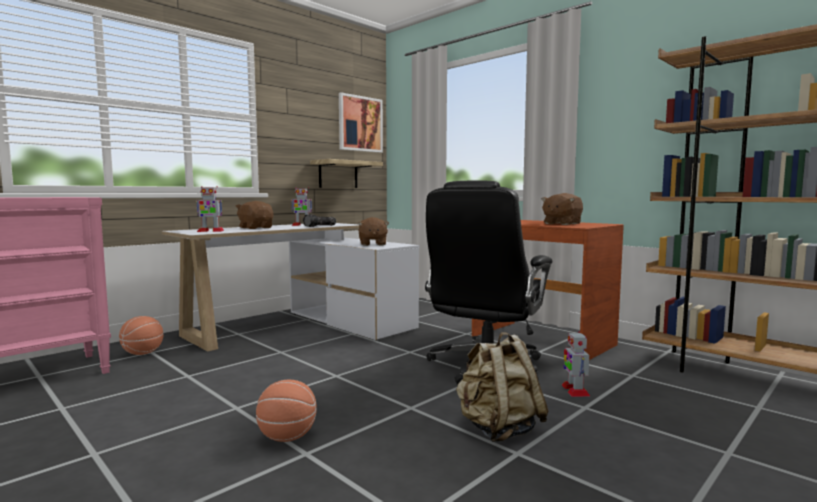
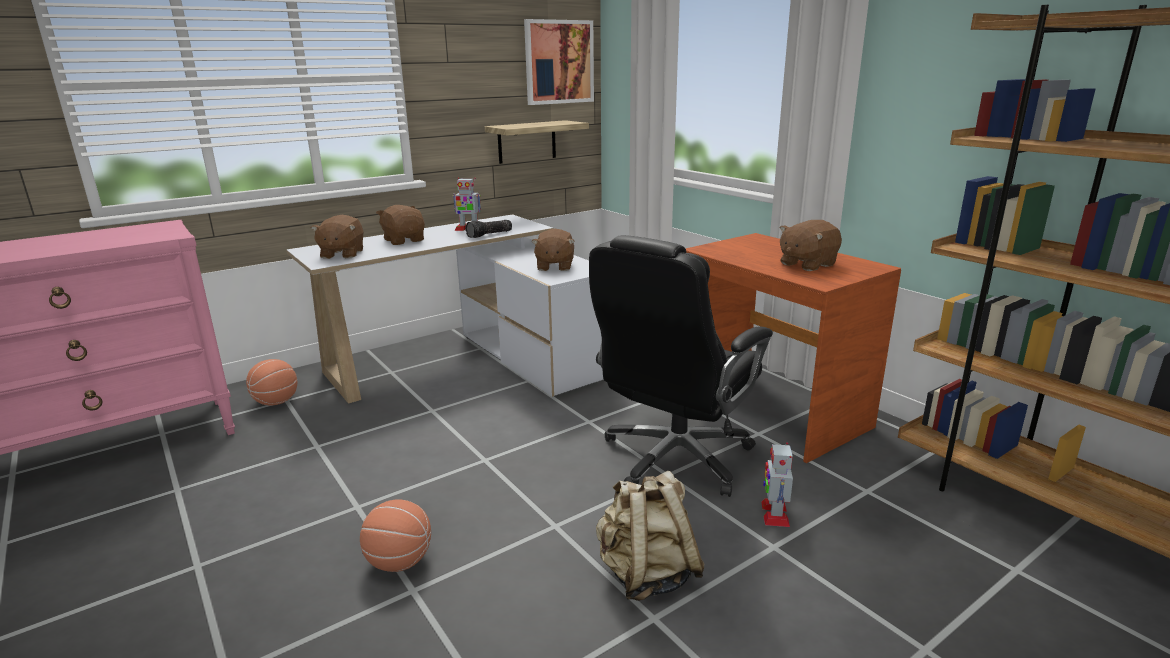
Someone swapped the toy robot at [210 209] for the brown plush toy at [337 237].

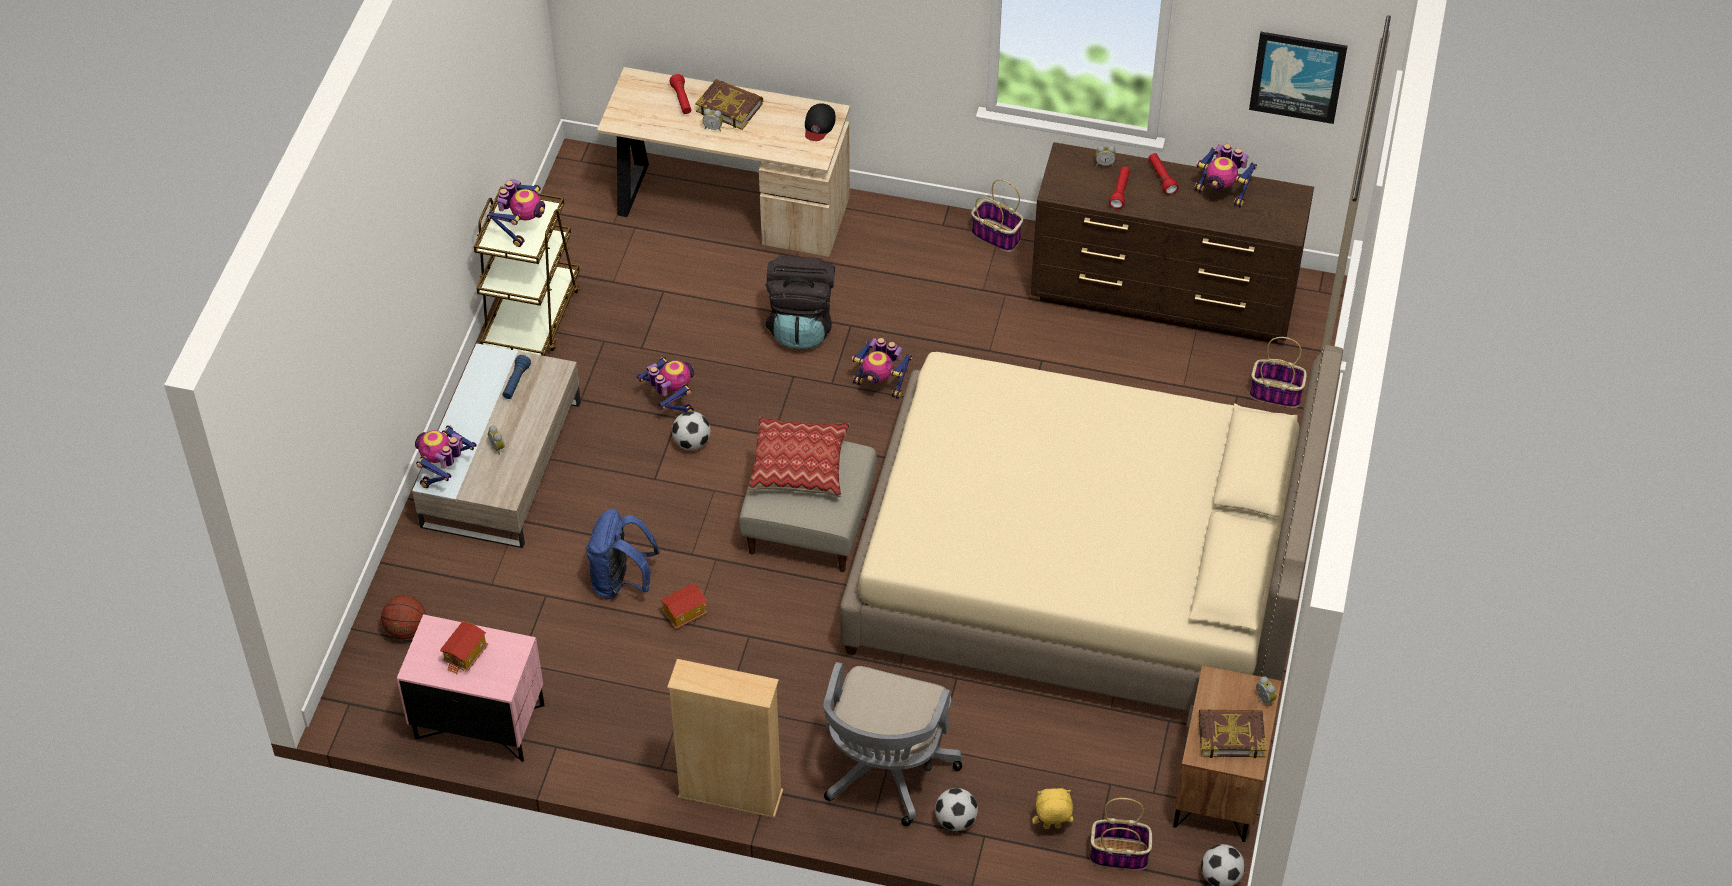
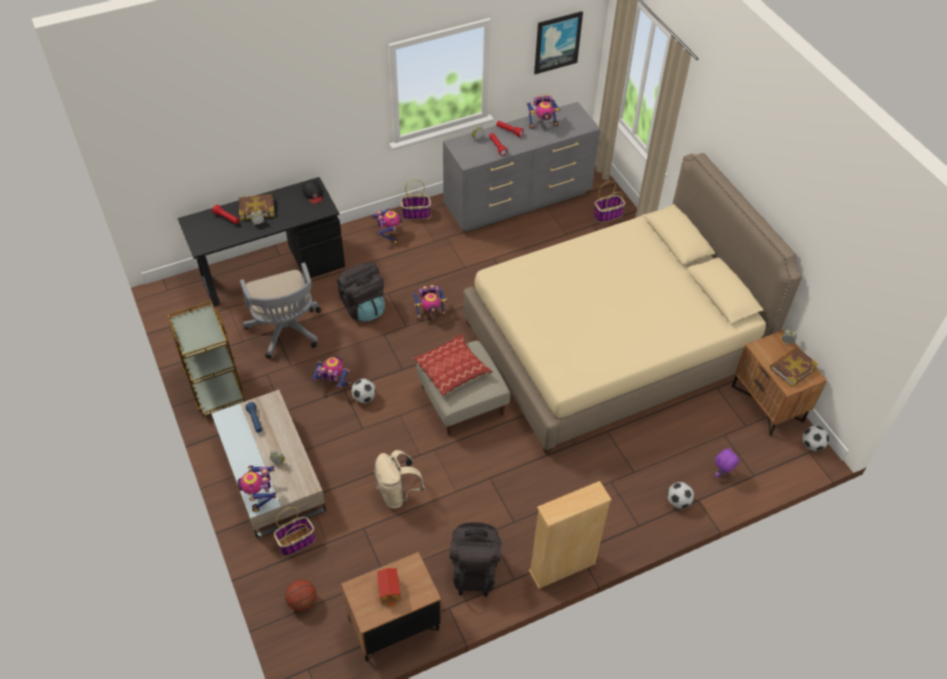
Someone took away the toy house at [684 606].
Someone put down the black backpack at [476 559].
Someone carried the toy robot from [516 213] to [386 226].
Someone carried the grey office chair from [892 744] to [280 310].
Someone carried the basket from [1121 834] to [295 531].
Someone repainted the pink nightstand at [471 688], which became the brown nightstand at [391 607].
Someone repainted the blue backpack at [623 553], which became the beige backpack at [399 479].
Someone repainted the beige desk at [723 162], which became the black desk at [261 242].
Someone repainted the brown dresser at [1172 242], which became the grey dresser at [522 167].
Someone repainted the yellow plush toy at [1052 808], which became the purple plush toy at [727 462].

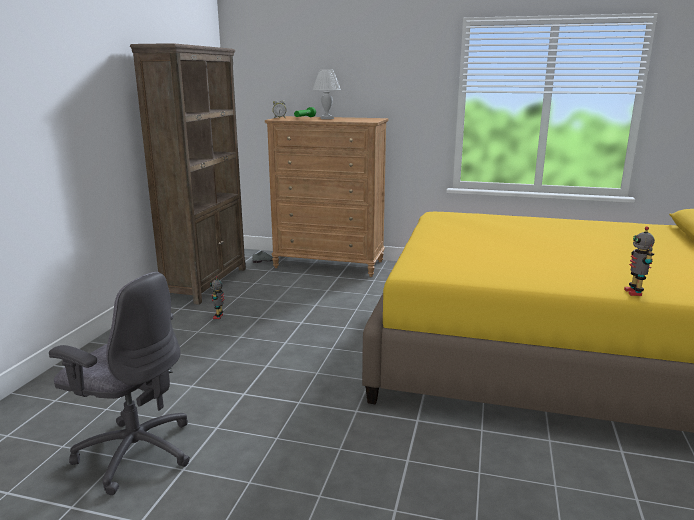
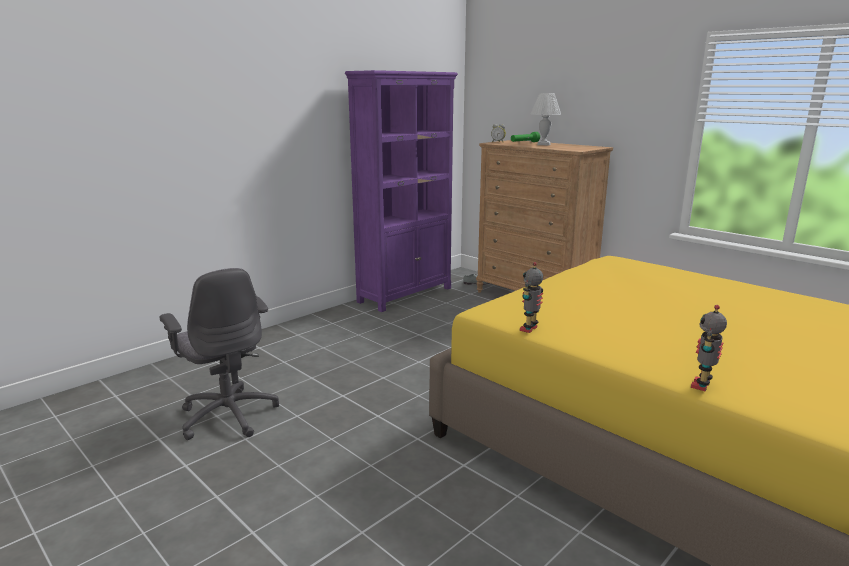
Someone carried the toy robot from [217 297] to [531 297].
Someone repainted the brown bookcase at [188 174], which became the purple bookcase at [401 191].

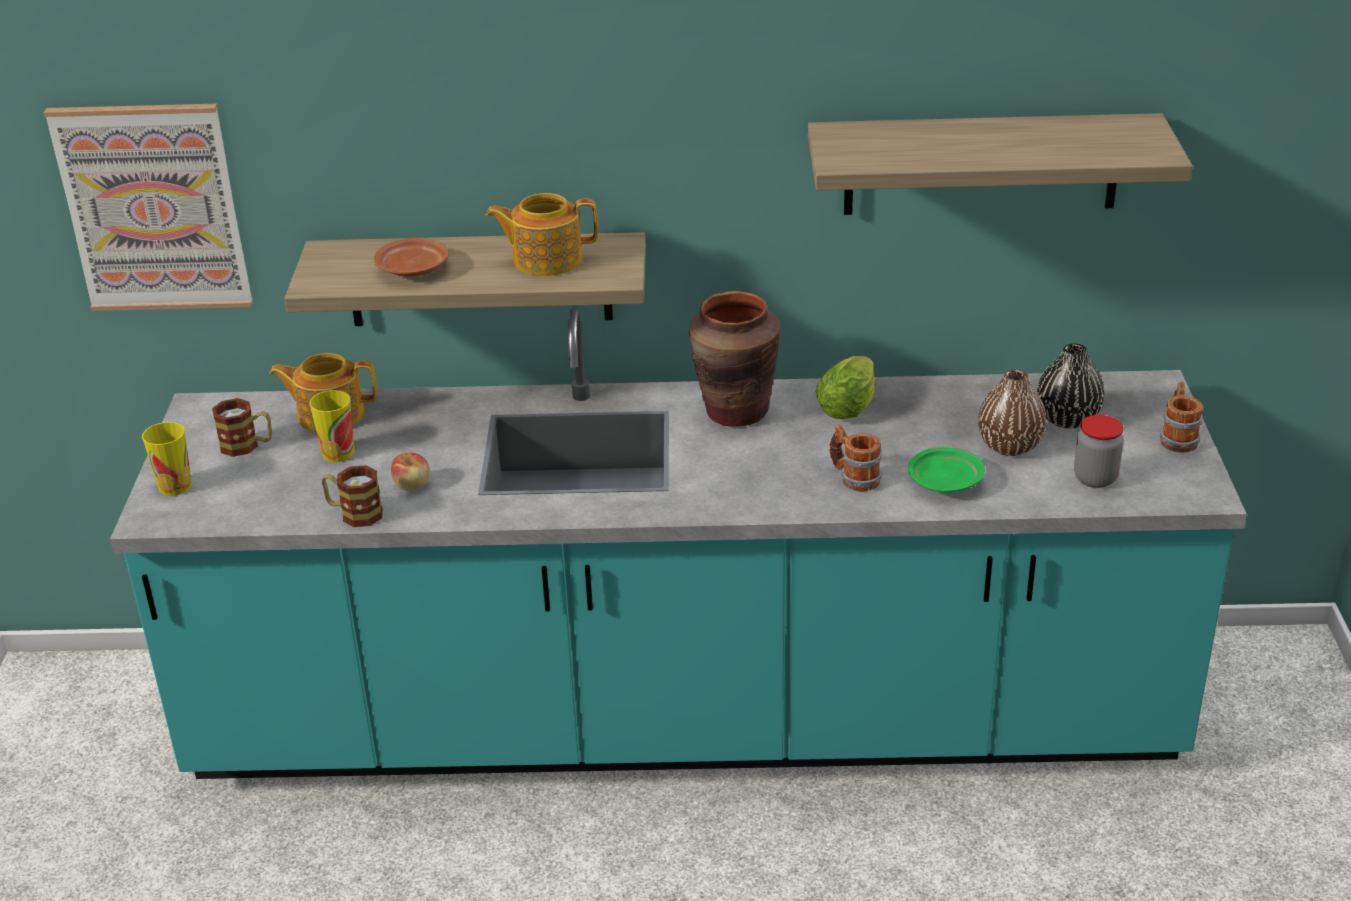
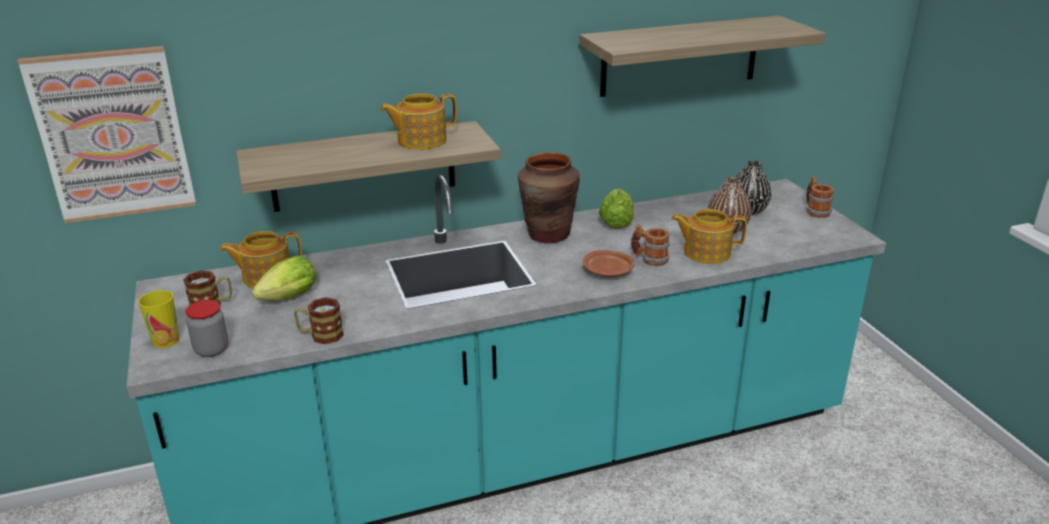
Someone took away the apple at [410 472].
Someone carried the brown plate from [411 257] to [608 263].
Someone carried the jar from [1099 451] to [206 328].
Someone swapped the cup at [331 426] for the lettuce at [284 278].
Someone swapped the green plate at [946 470] for the teapot at [709 236].

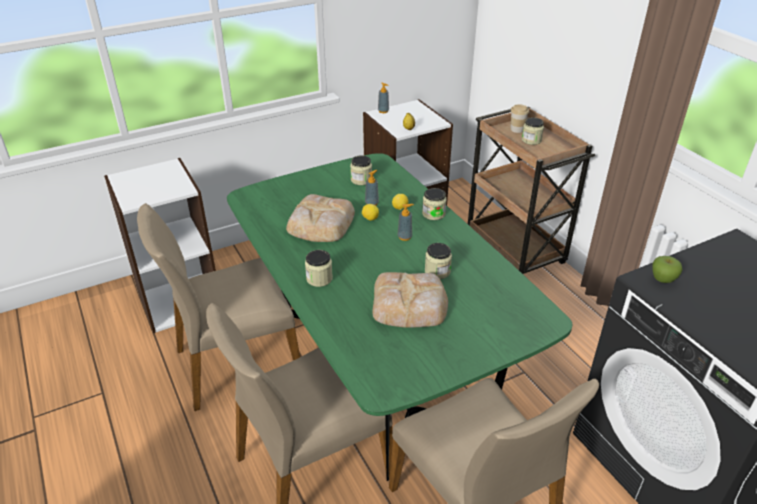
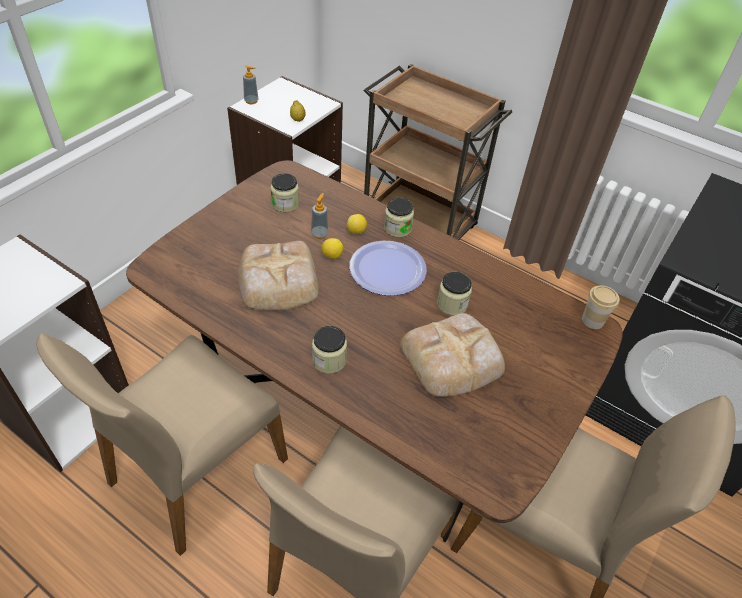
Someone took away the jar at [533 131].
Someone took away the apple at [667 269].
Someone carried the cup from [519 118] to [601 307].
Someone swapped the soap dispenser at [406 222] for the plate at [388 268].
Someone repainted the green dining table at [399 317], which became the brown dining table at [374 351].

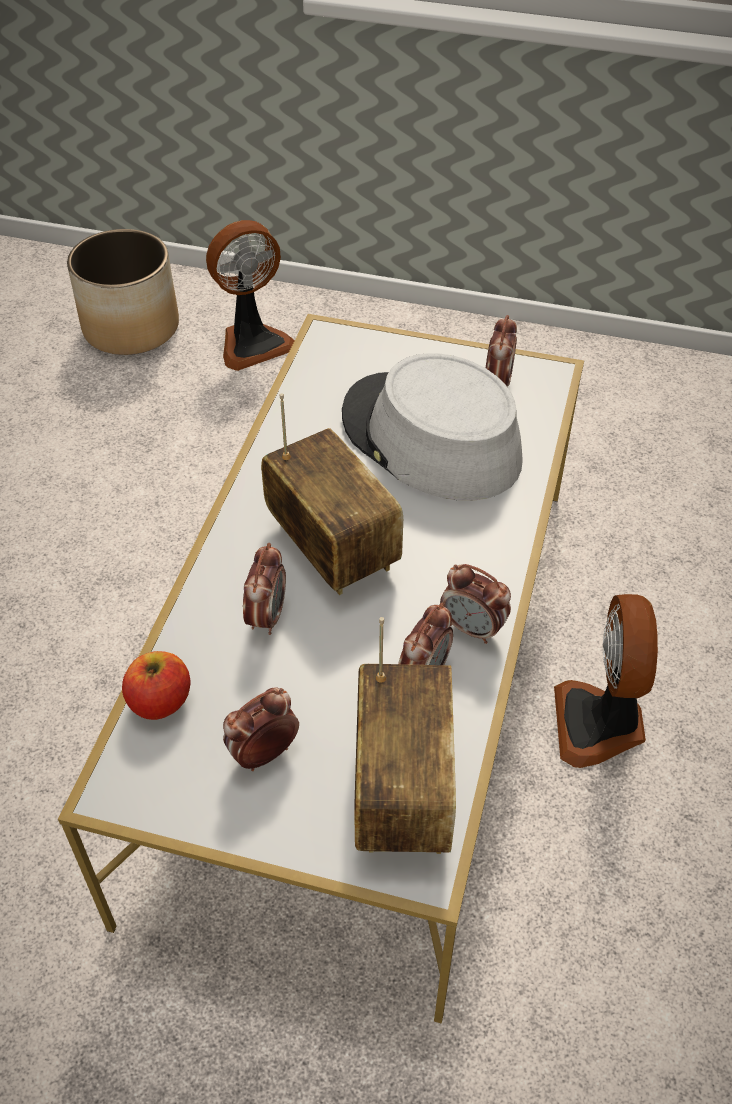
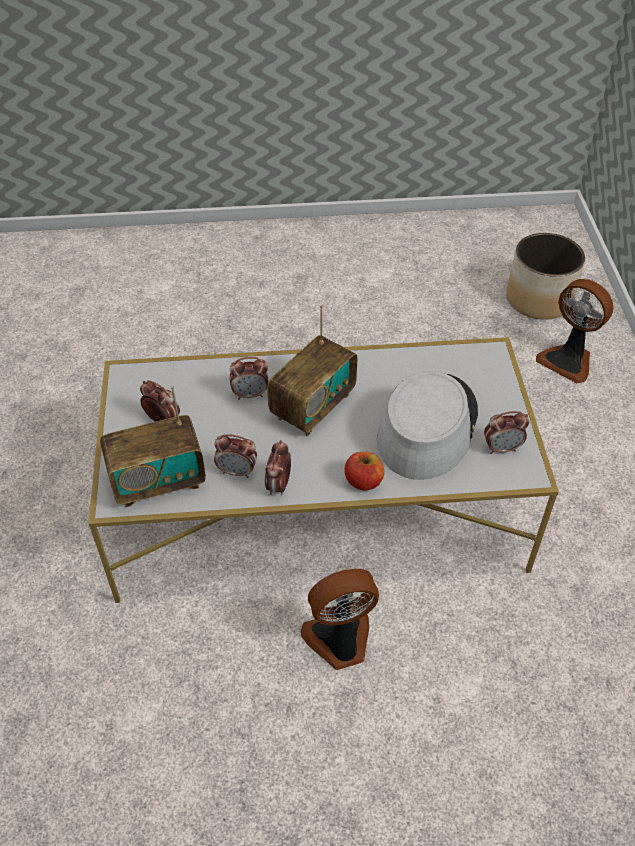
Someone carried the apple from [156 685] to [364 471].

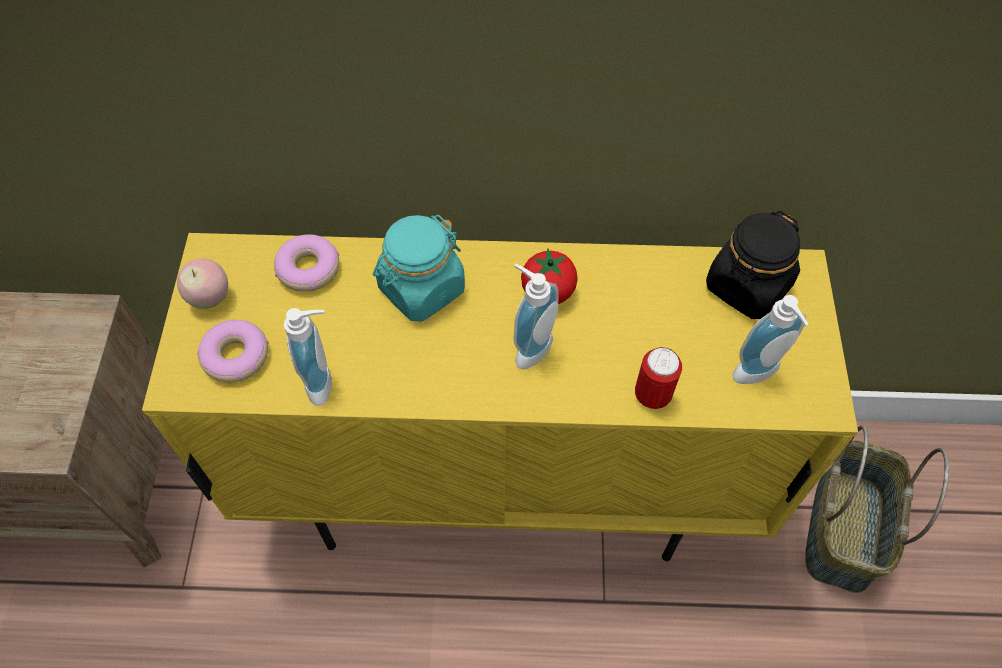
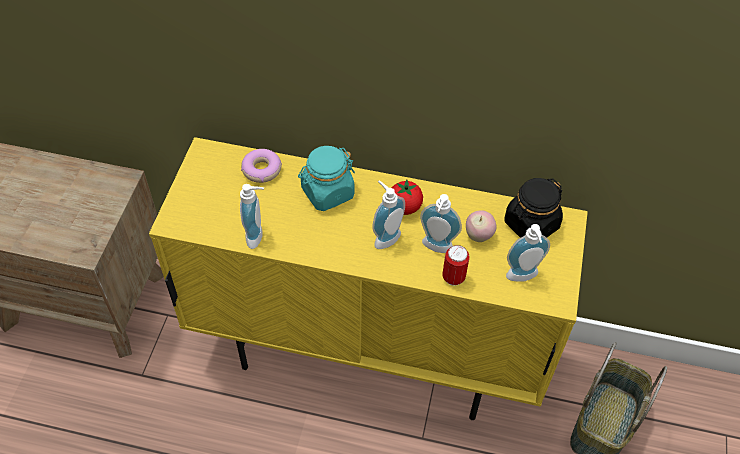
Someone took away the donut at [232 351].
Someone put down the soap dispenser at [441 223].
Someone carried the apple from [202 284] to [481 226].

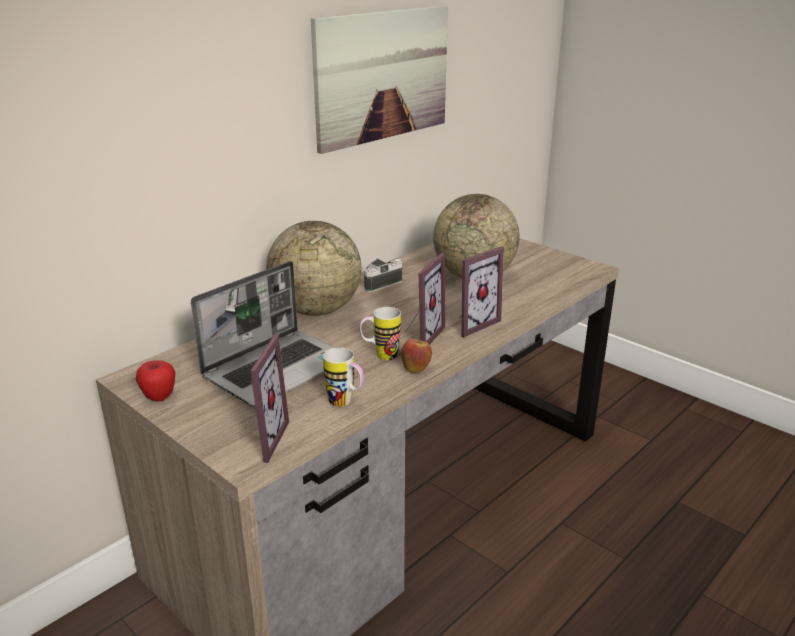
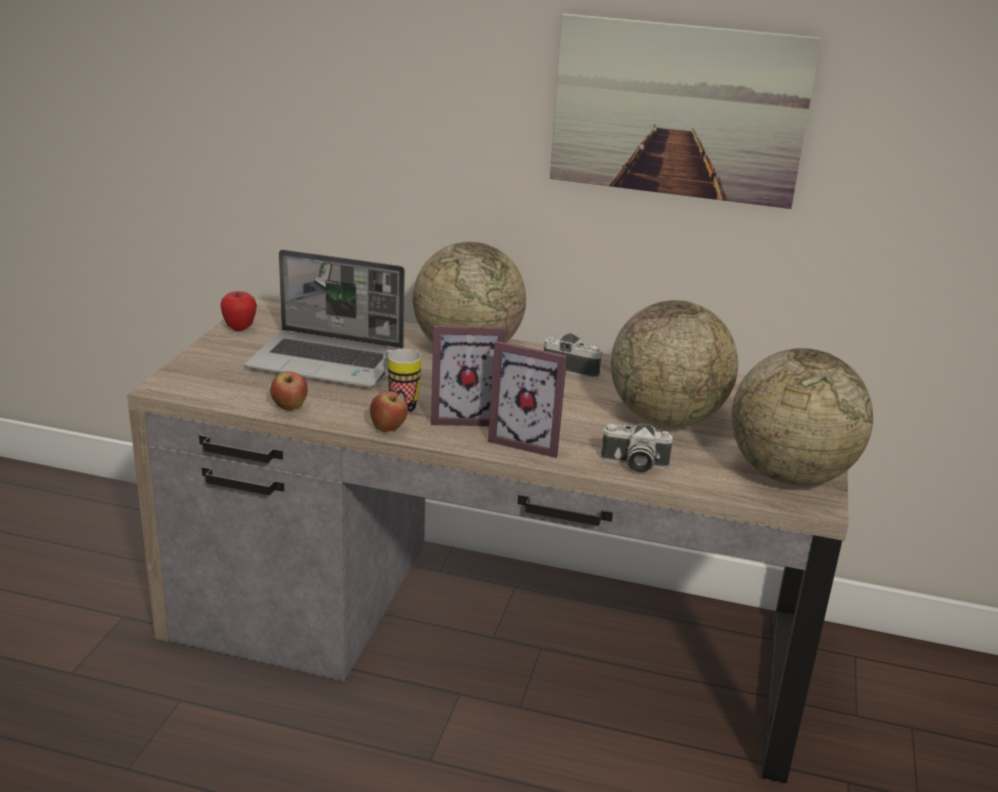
Someone took away the picture frame at [266 399].
Someone put down the photo camera at [637 448].
Someone put down the globe at [802 417].
Someone swapped the mug at [343 377] for the apple at [289 391].

